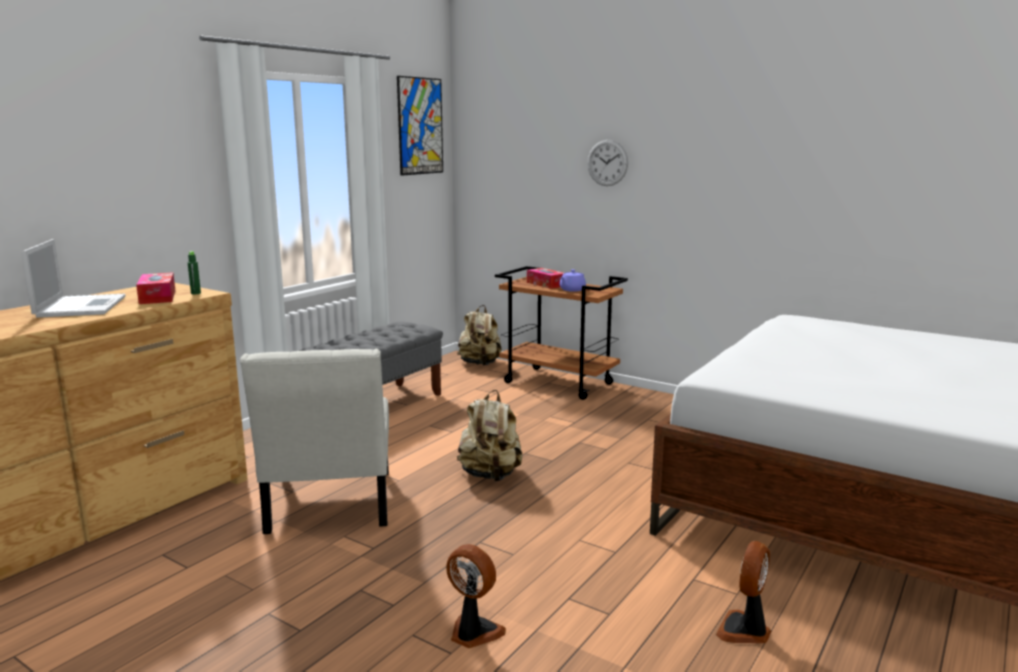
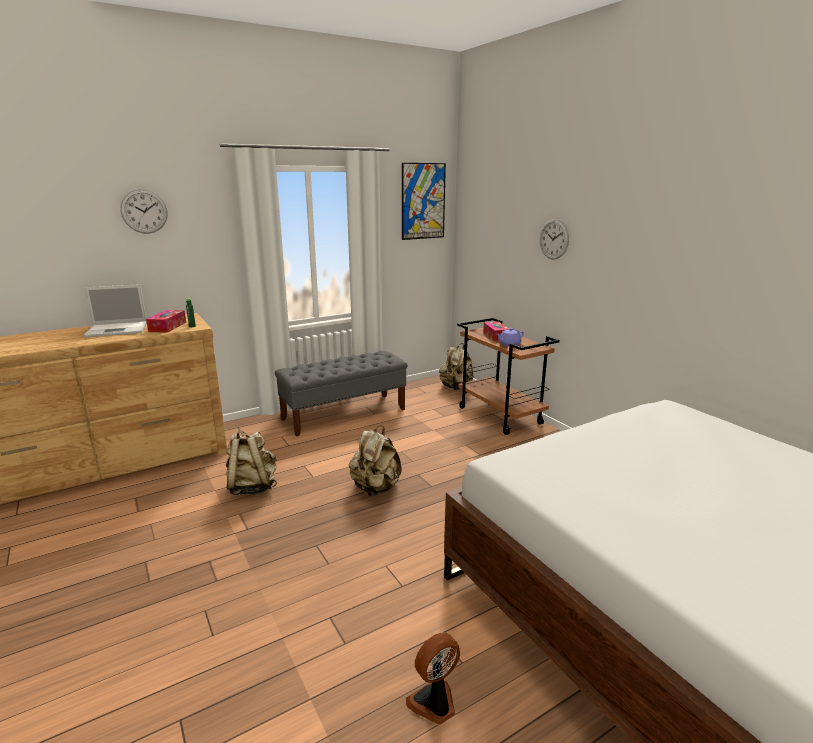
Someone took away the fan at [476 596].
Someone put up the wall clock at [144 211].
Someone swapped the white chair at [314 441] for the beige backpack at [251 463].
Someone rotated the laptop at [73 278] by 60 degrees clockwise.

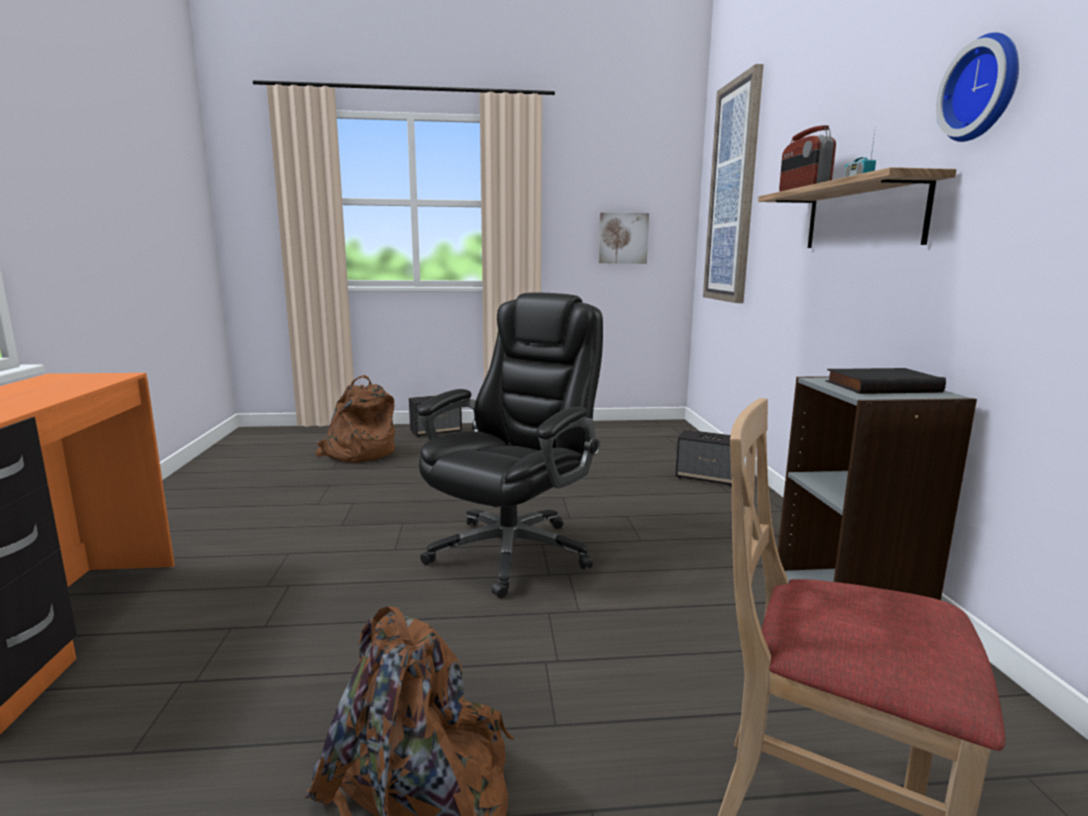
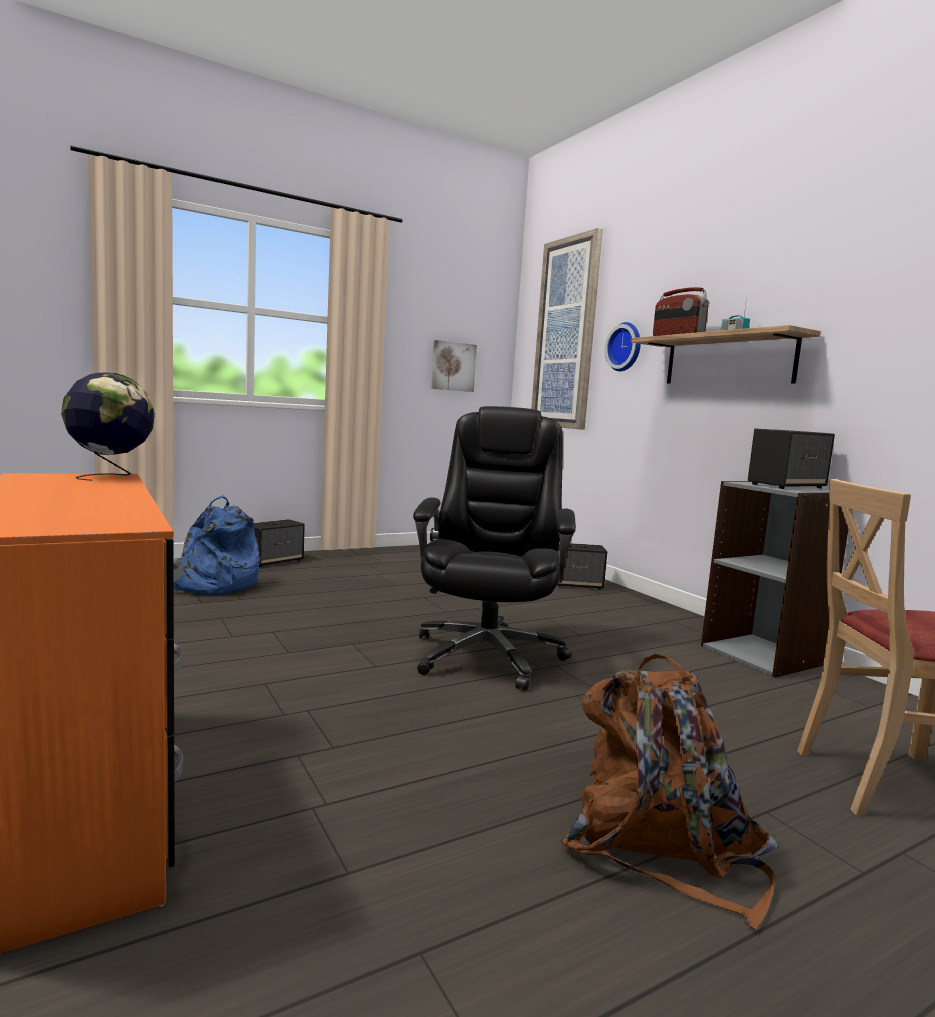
Someone put down the globe at [108 427].
Someone carried the wall clock from [977 87] to [623 346].
Someone swapped the black book at [886 381] for the speaker at [791 459].
Someone repainted the brown backpack at [355 419], which became the blue backpack at [217 545].

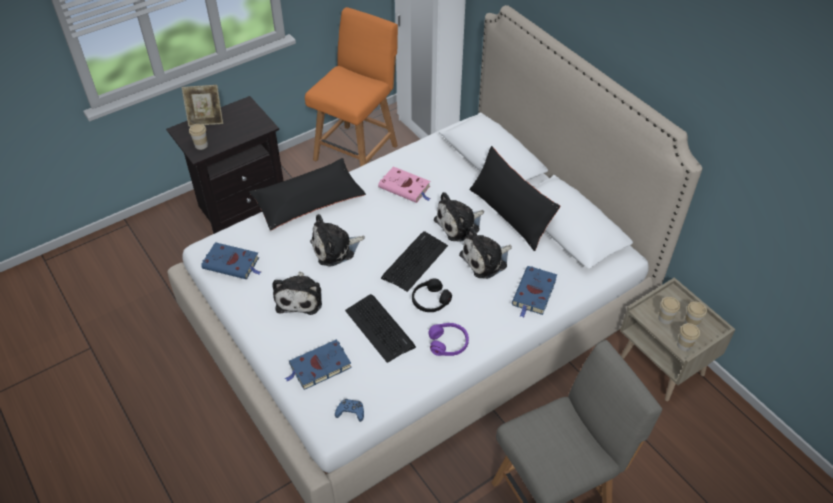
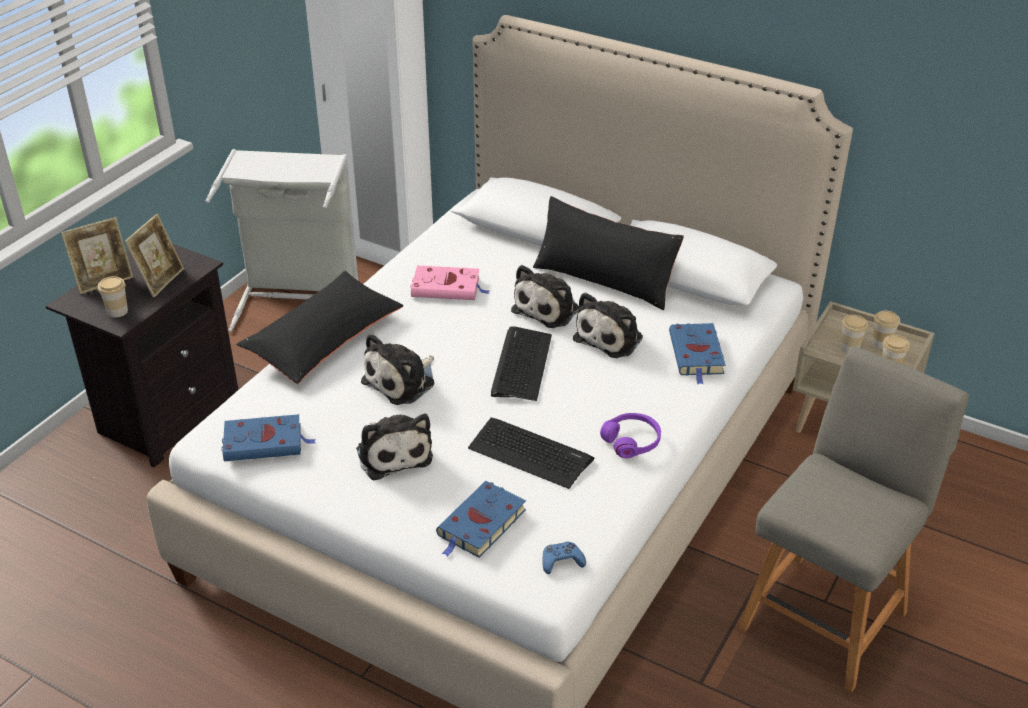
Someone took away the black headphones at [432 295].
Someone put down the picture frame at [154 255].
Someone swapped the orange chair at [351 87] for the grey laundry basket at [282 240].

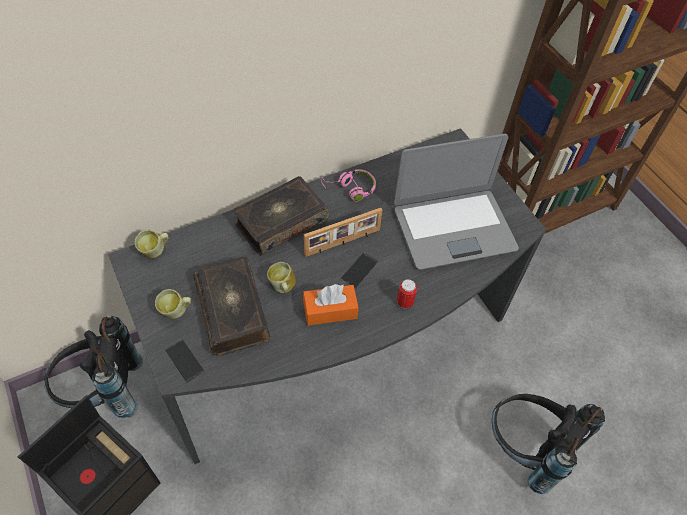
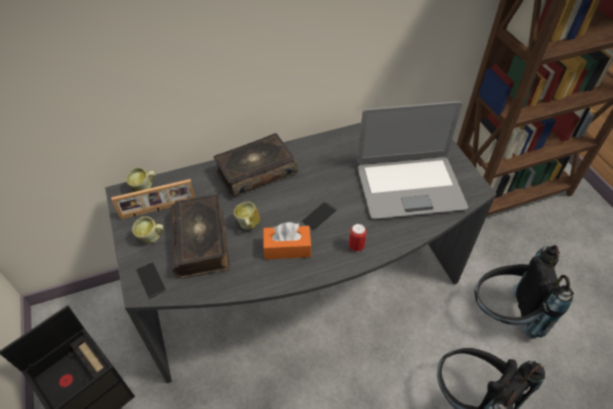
Someone took away the pink headphones at [348 185].
Someone carried the black backpack from [93 366] to [524 292].
Someone carried the picture frame from [343 232] to [153 199].

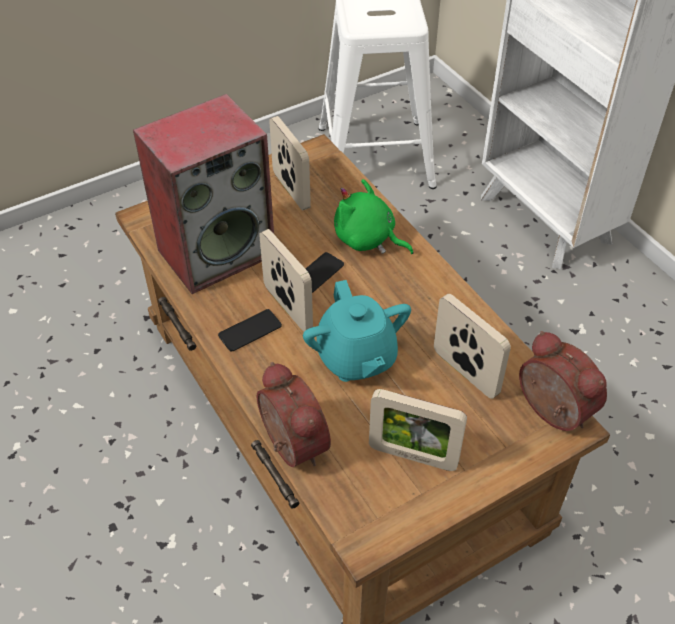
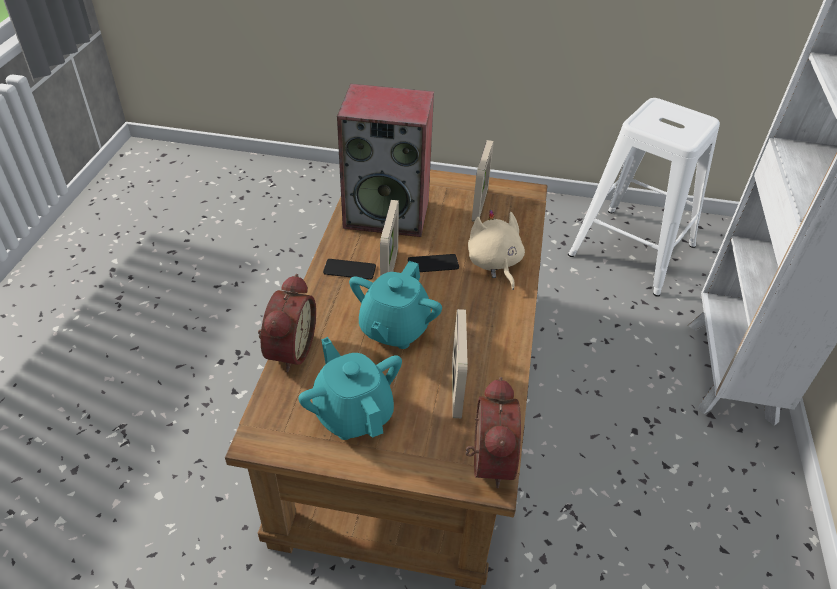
Someone swapped the picture frame at [418 430] for the turquoise teapot at [350 388].
Someone repainted the green plush toy at [373 216], which became the beige plush toy at [496 250].

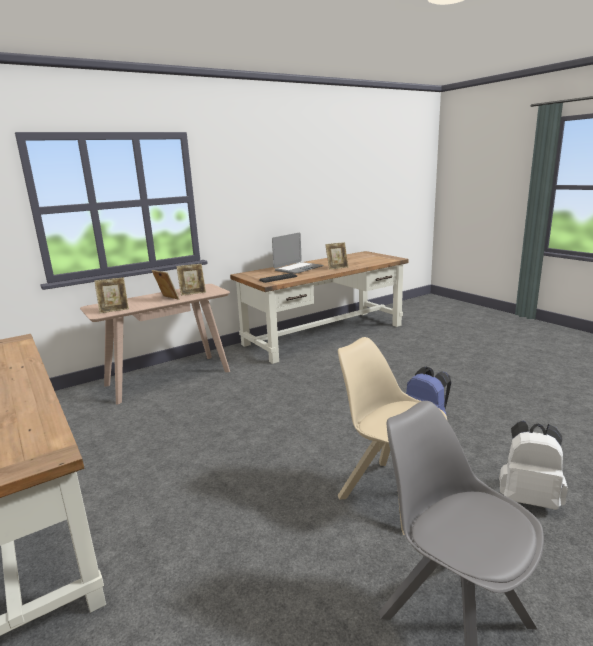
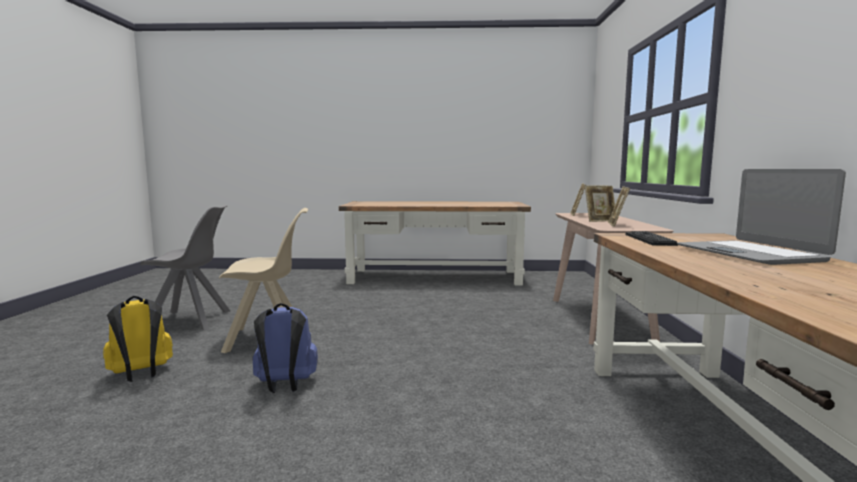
Someone took away the picture frame at [337 256].
Someone repainted the white backpack at [533 465], which became the yellow backpack at [138 339].

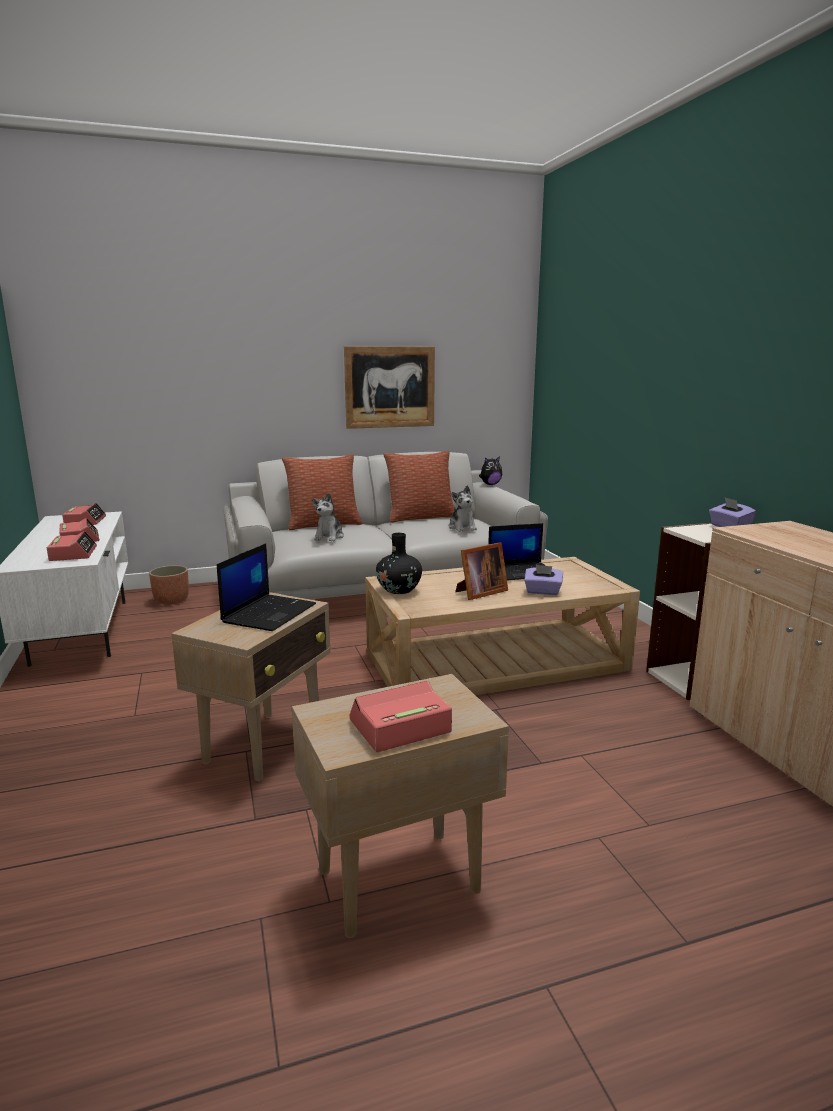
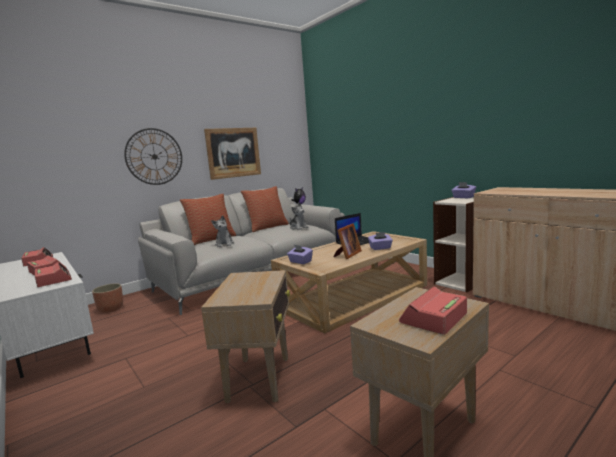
Someone took away the laptop at [266 587].
Someone put up the wall clock at [153 156].
Someone swapped the black vase at [399 563] for the purple tissue box at [300 254].

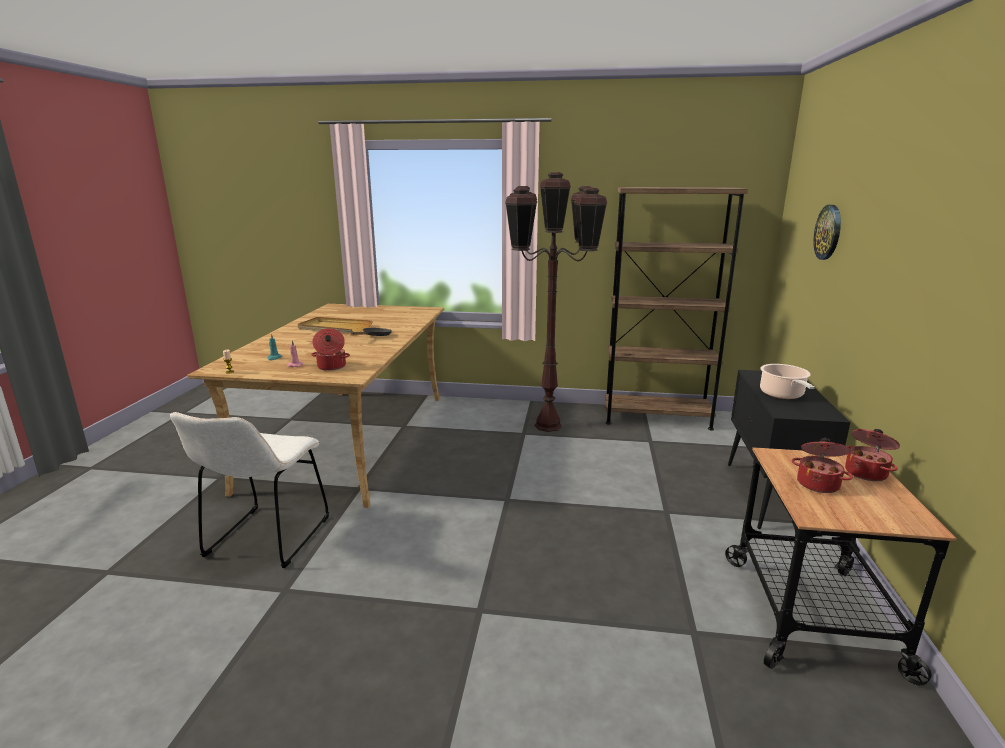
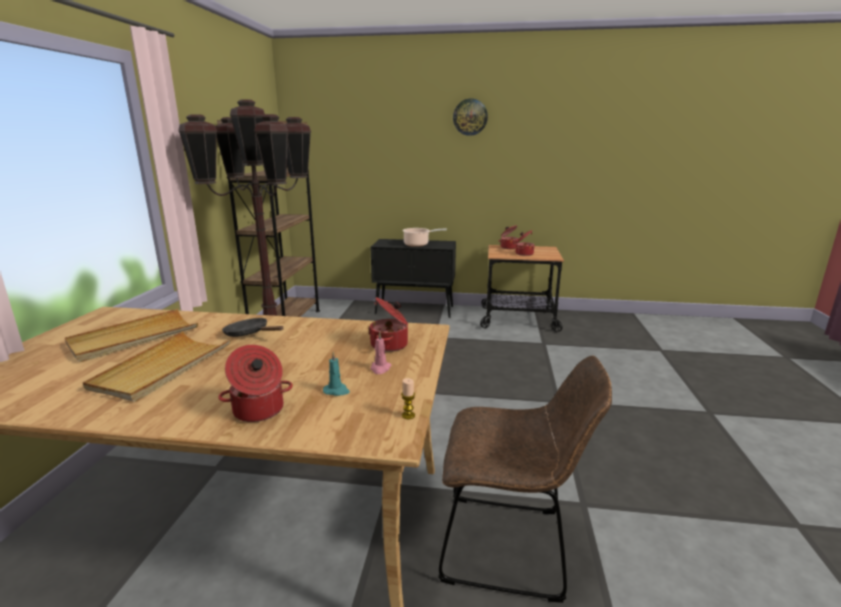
Someone put down the beige tray at [131 335].
Someone put down the cooking pot at [255 383].
Someone carried the wall clock from [827 232] to [470 117].
Someone repainted the white chair at [249 490], which became the brown chair at [525 479].

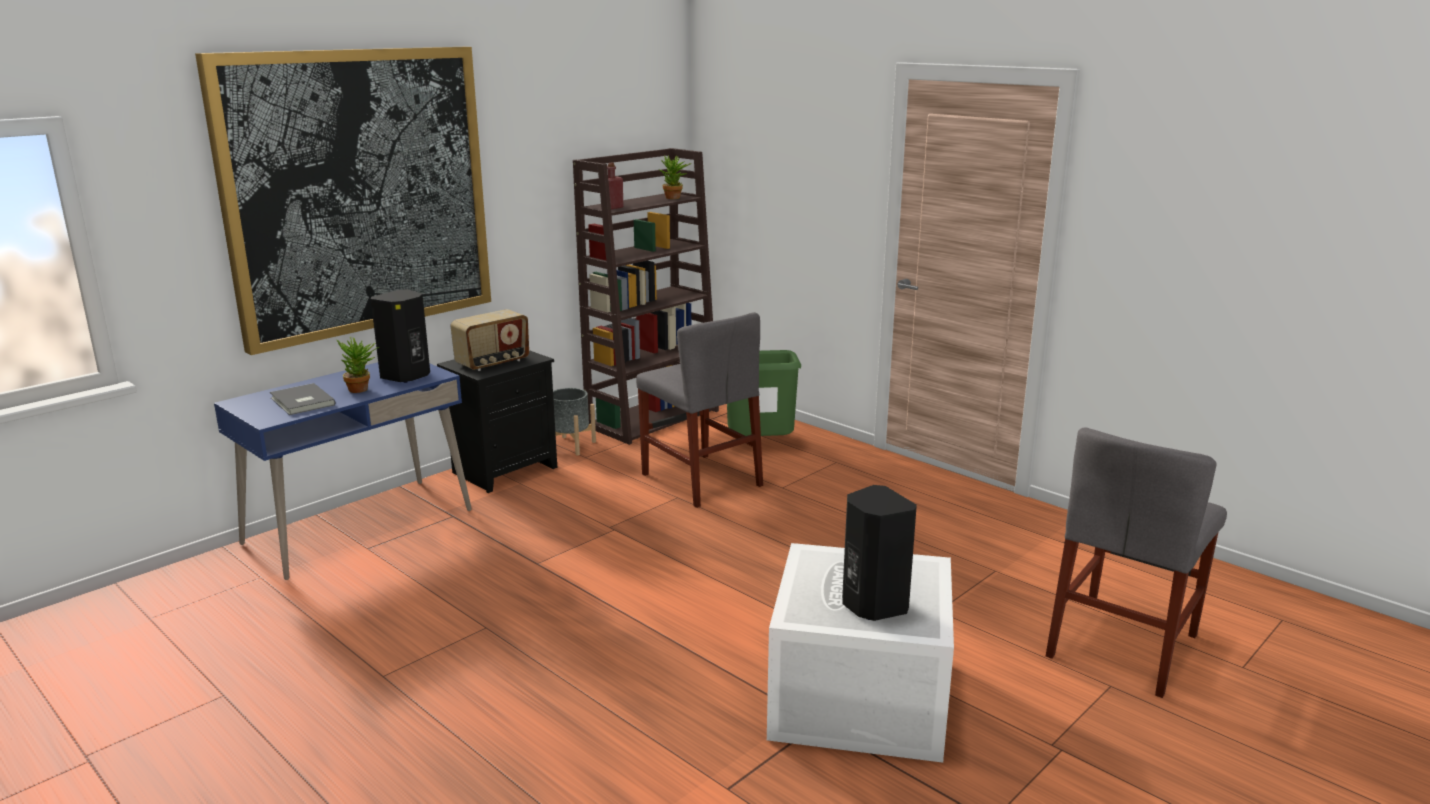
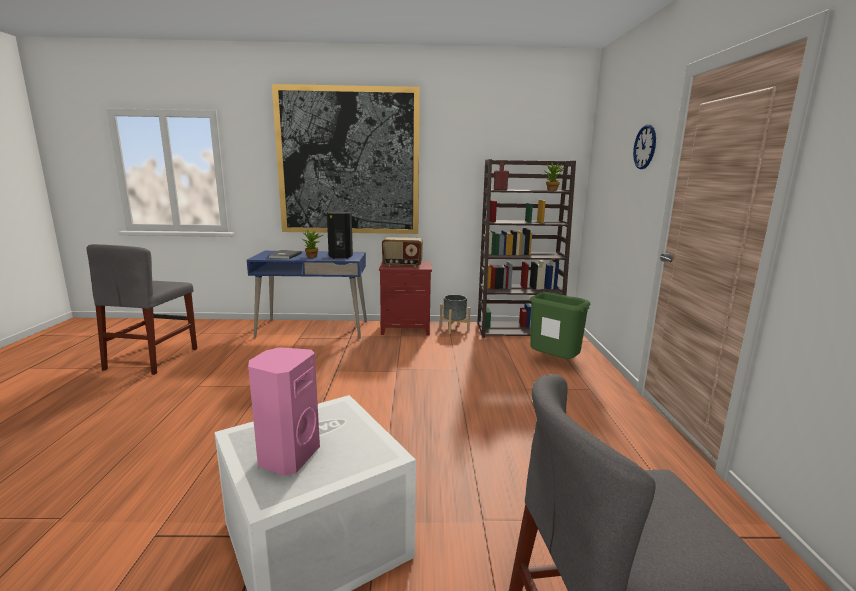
Someone put up the wall clock at [644 146].
Someone carried the grey chair from [699 410] to [141 309].
Someone repainted the black nightstand at [497 421], which became the red nightstand at [405 299].
Someone repainted the black speaker at [879 553], which became the pink speaker at [284 411].

